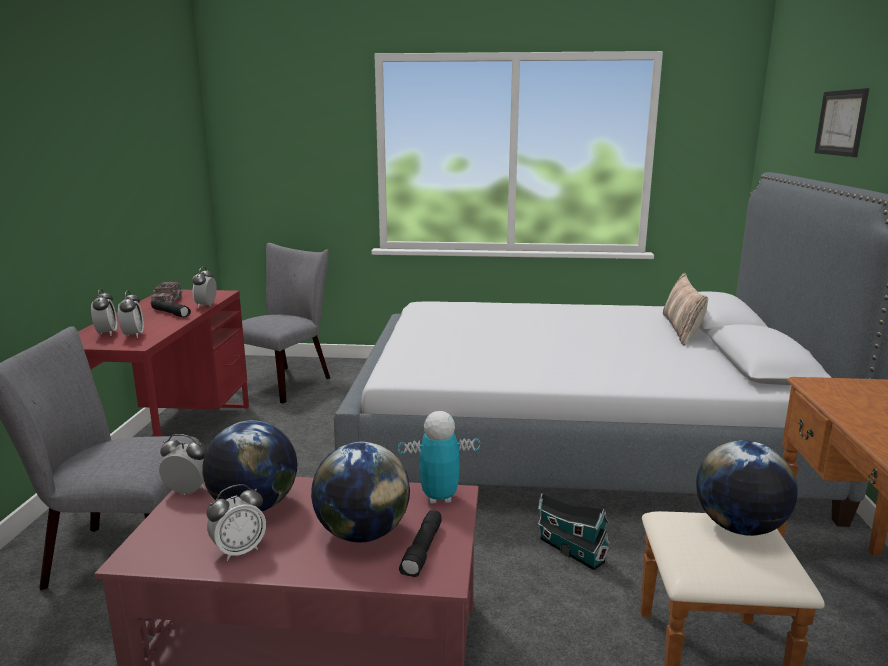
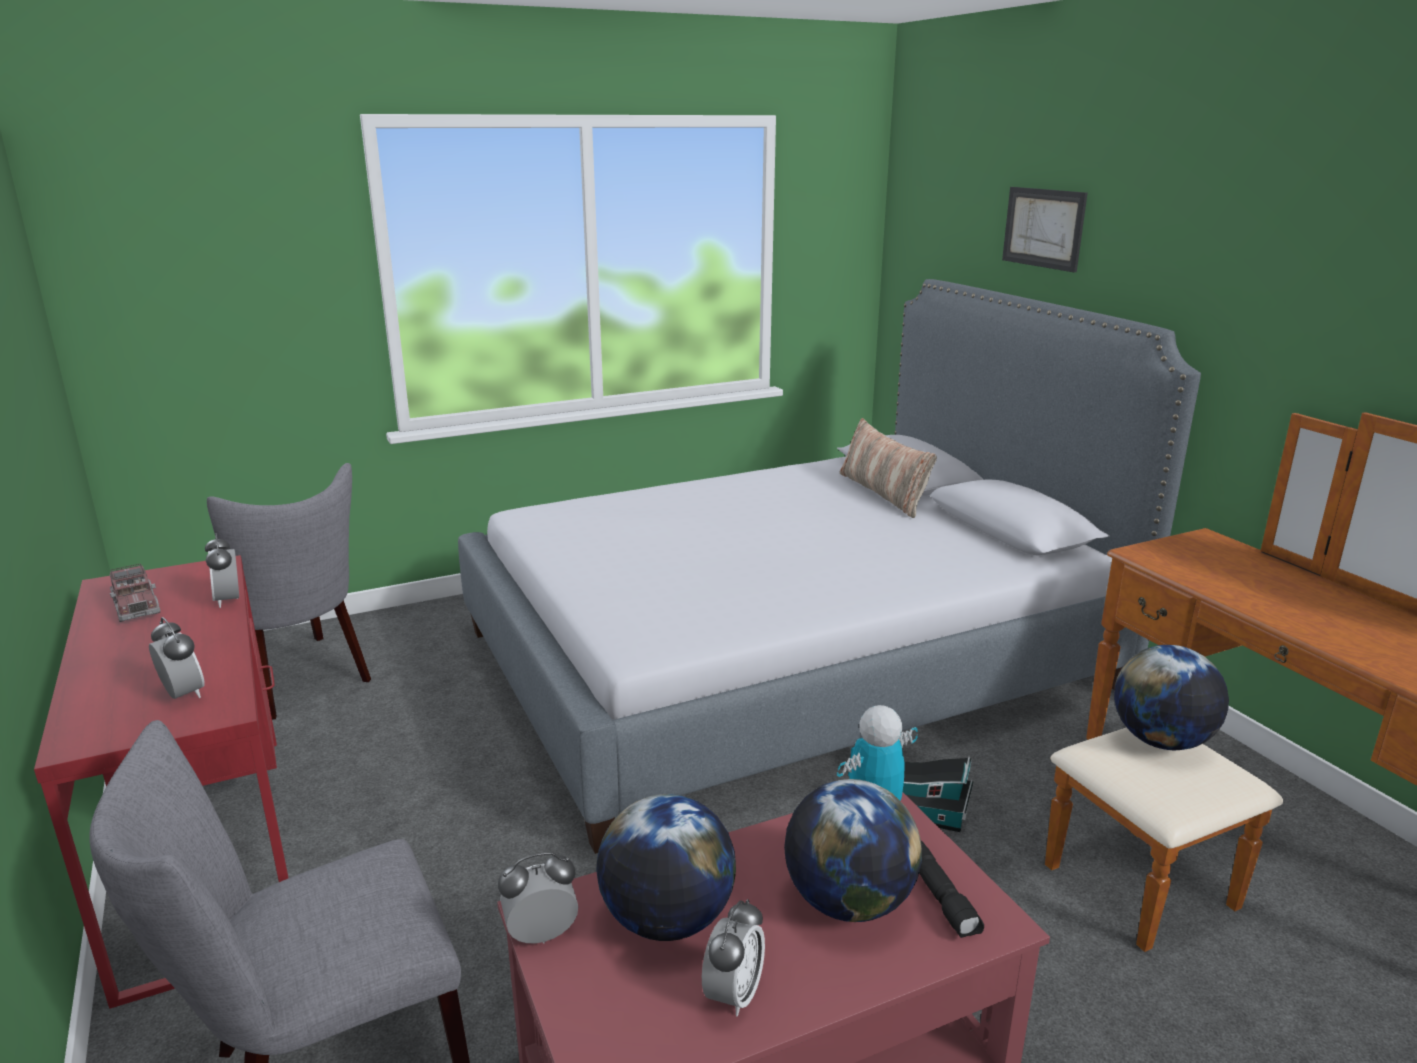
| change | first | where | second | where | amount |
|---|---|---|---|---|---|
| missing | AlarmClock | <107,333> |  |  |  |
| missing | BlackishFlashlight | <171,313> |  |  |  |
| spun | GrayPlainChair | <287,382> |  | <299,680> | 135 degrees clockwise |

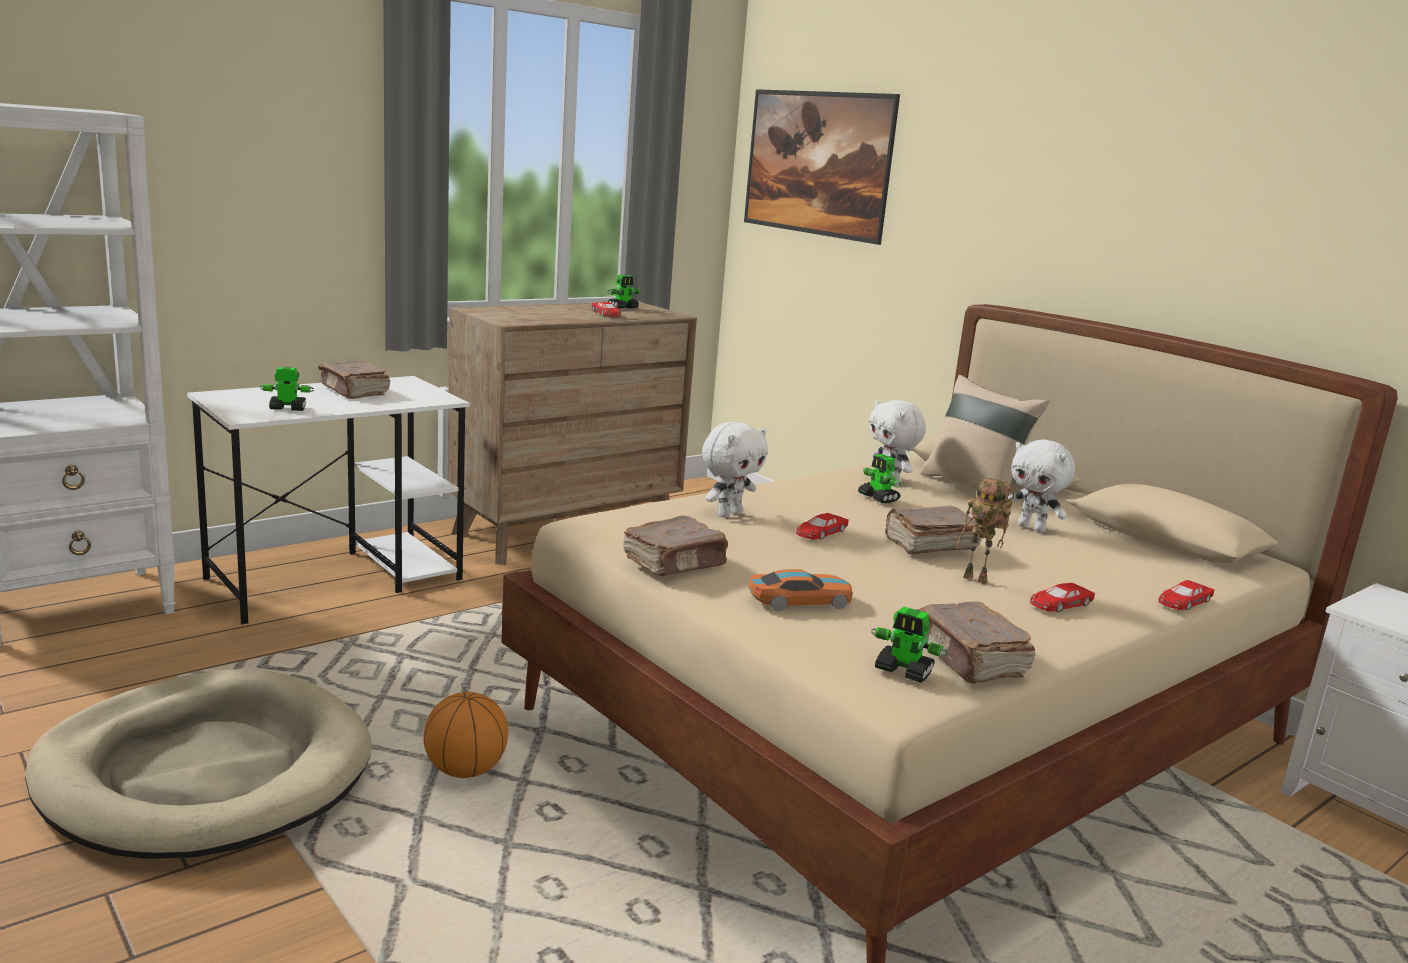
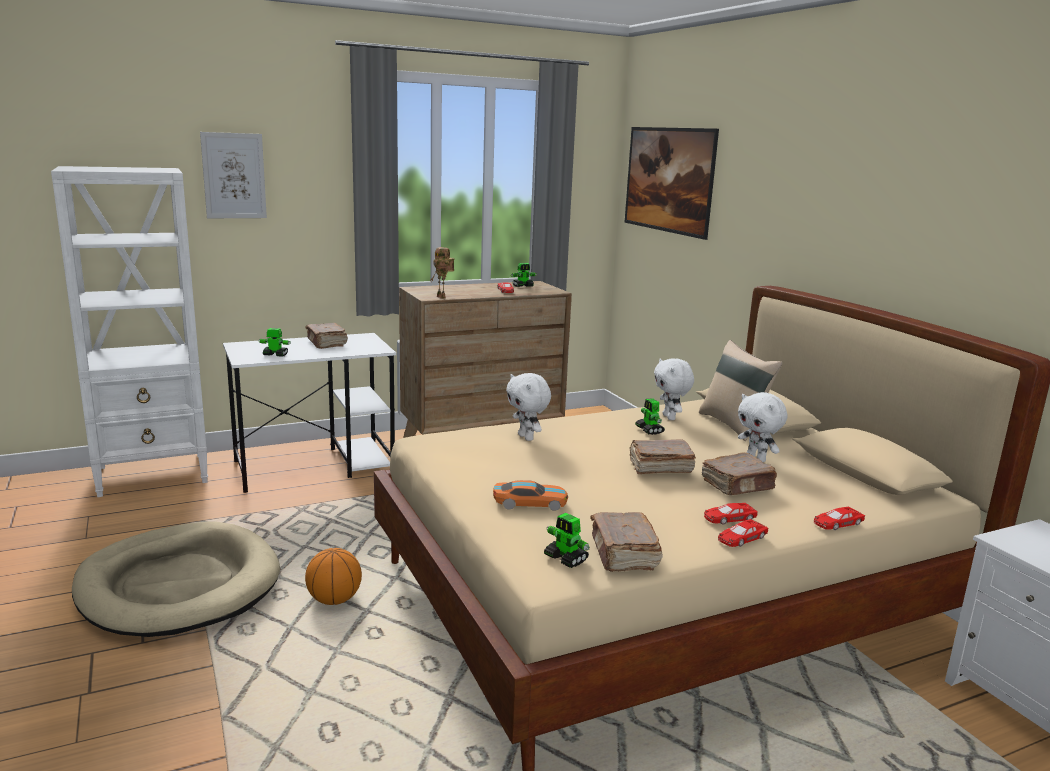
| change | first | where | second | where | amount |
|---|---|---|---|---|---|
| appeared |  |  | WallArt | <234,176> |  |
| relocated | BrownishVolume | <675,563> |  | <738,486> |  |
| relocated | RedModelCar | <820,532> |  | <741,538> |  |
| relocated | ToyRobot | <977,579> |  | <442,297> |  |
| spun | WhiteColouredSoftToy | <729,514> |  | <527,437> | 90 degrees clockwise |

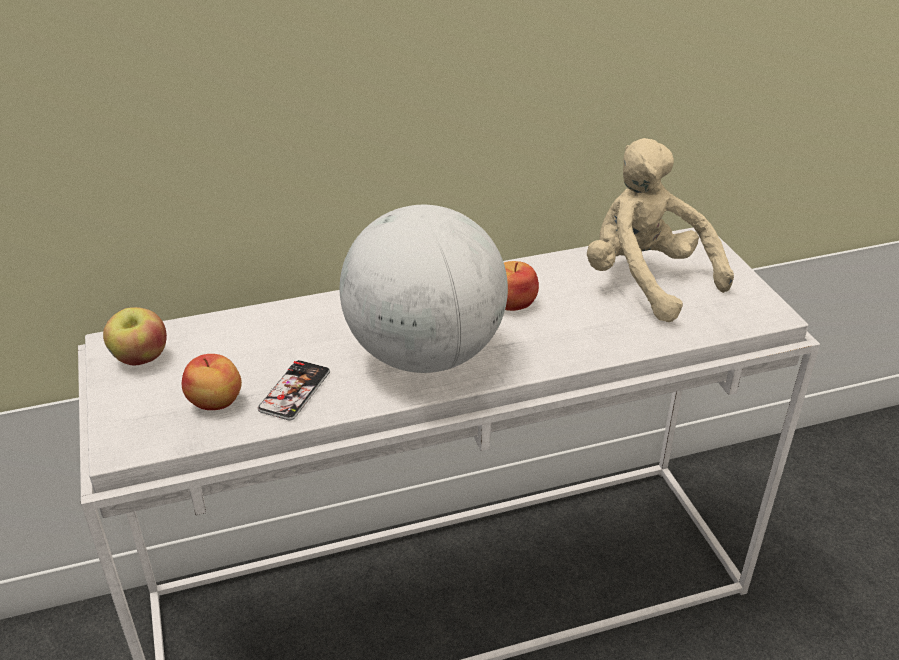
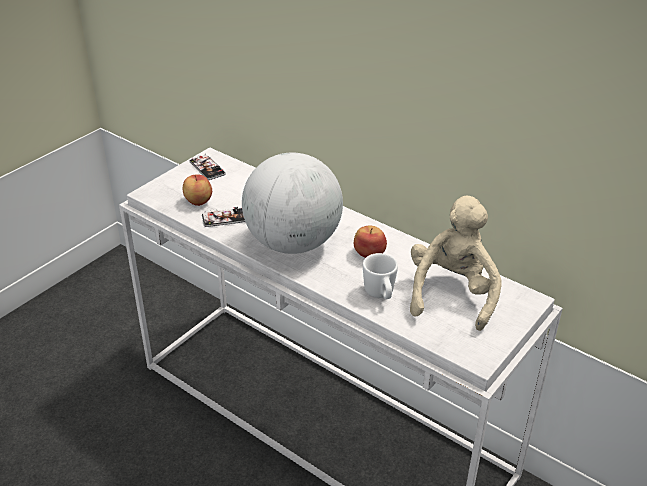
| change | first | where | second | where | amount |
|---|---|---|---|---|---|
| appeared |  |  | WhiteColouredMug | <380,294> |  |
| exchanged | AppleFruit | <140,358> | Handset | <207,168> |  |

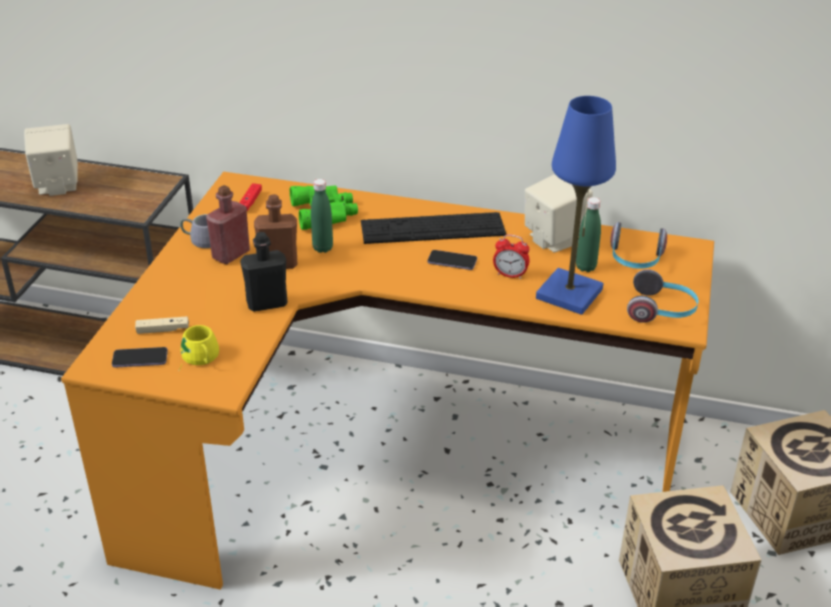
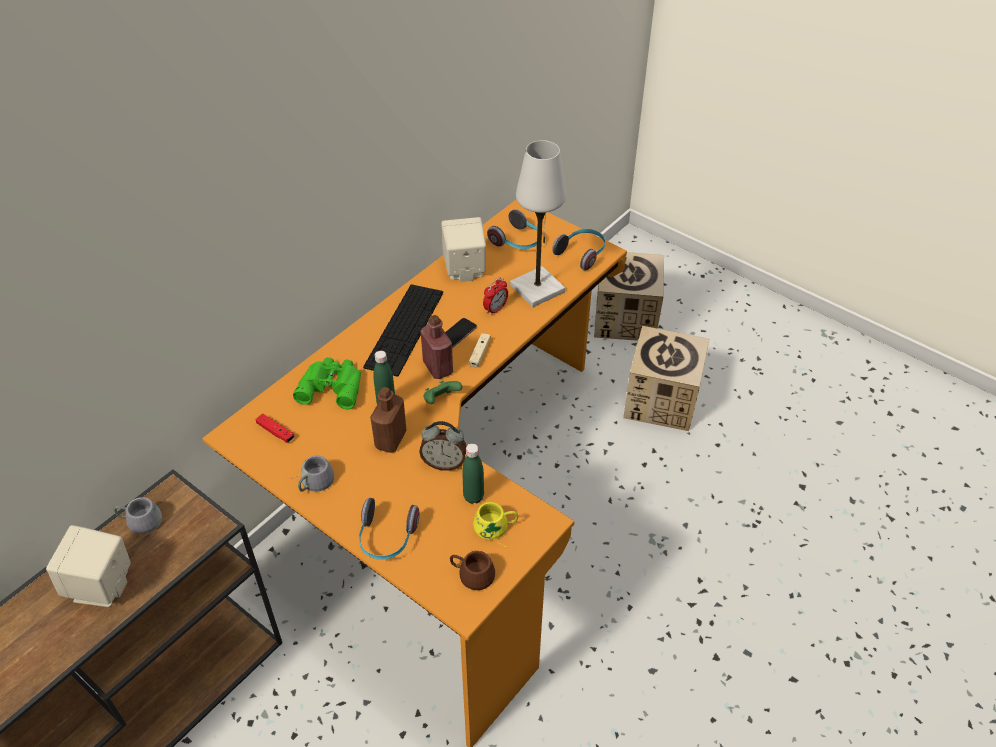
| change | first | where | second | where | amount |
|---|---|---|---|---|---|
| appeared |  |  | GrayMug | <141,518> |  |
| appeared |  |  | Headphones | <386,538> |  |
| appeared |  |  | GreenColouredGameController | <441,400> |  |
| relocated | BeigeGameController | <163,330> |  | <480,353> |  |
| relocated | RedBottle | <231,254> |  | <438,368> |  |
| relocated | GreenColouredBottle | <585,267> |  | <473,497> |  |
| exchanged | Handset | <140,359> | BrownishMug | <473,571> |  |
| exchanged | BlackishBottle | <267,303> | AlarmClock | <444,463> |  |
| colour | BlueColouredLampForATable | <569,294> | WhiteColouredLampForATable | <537,288> |  |

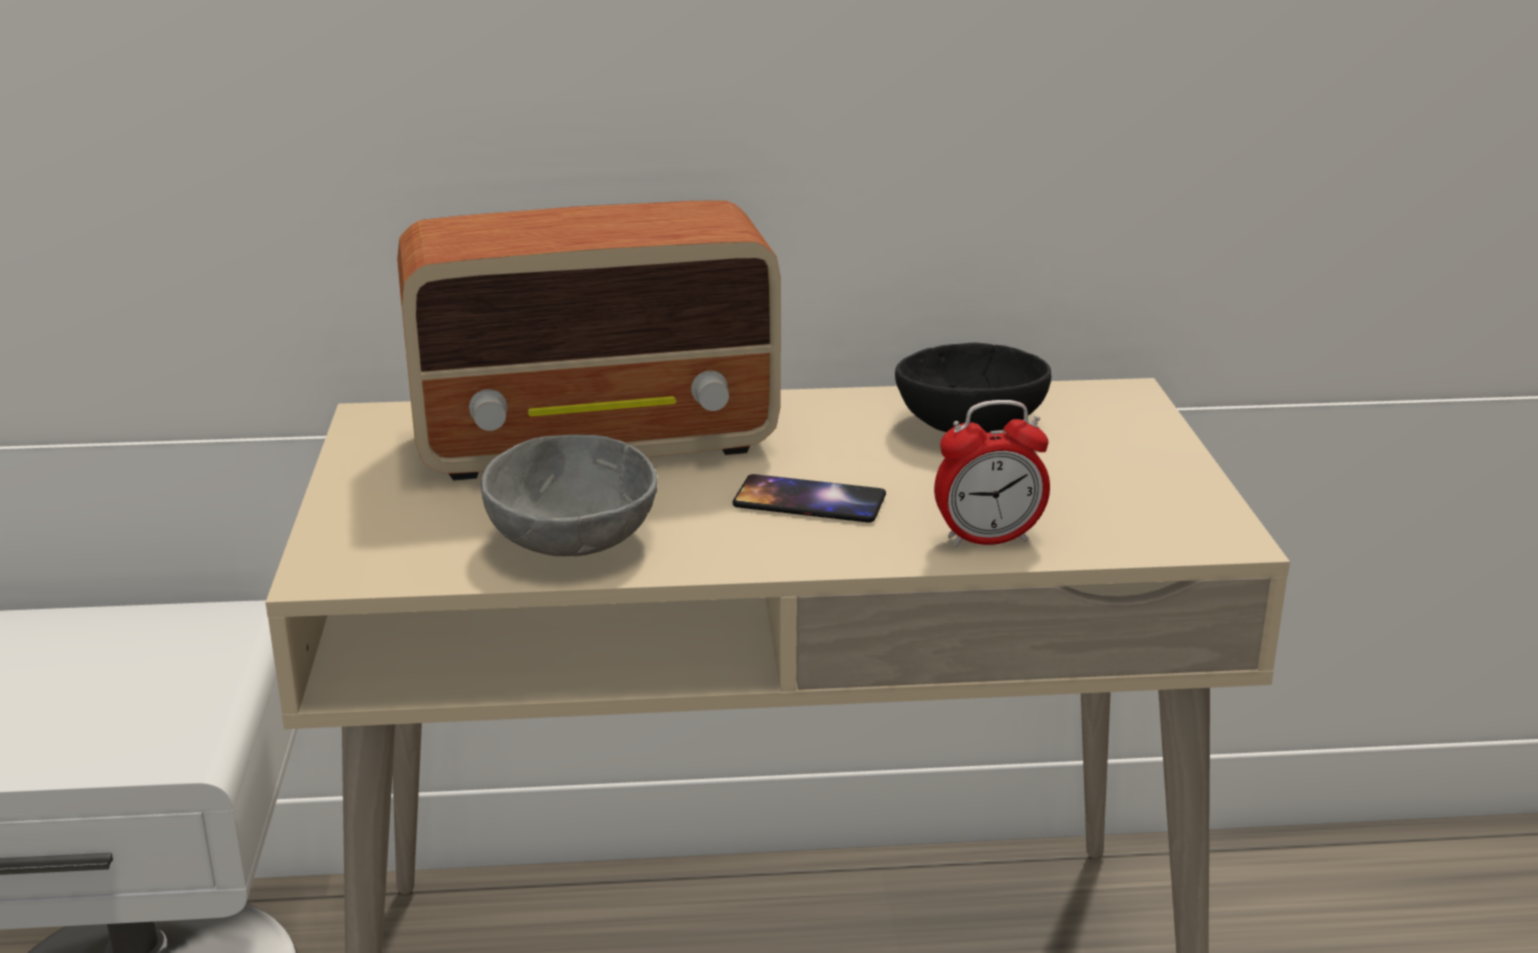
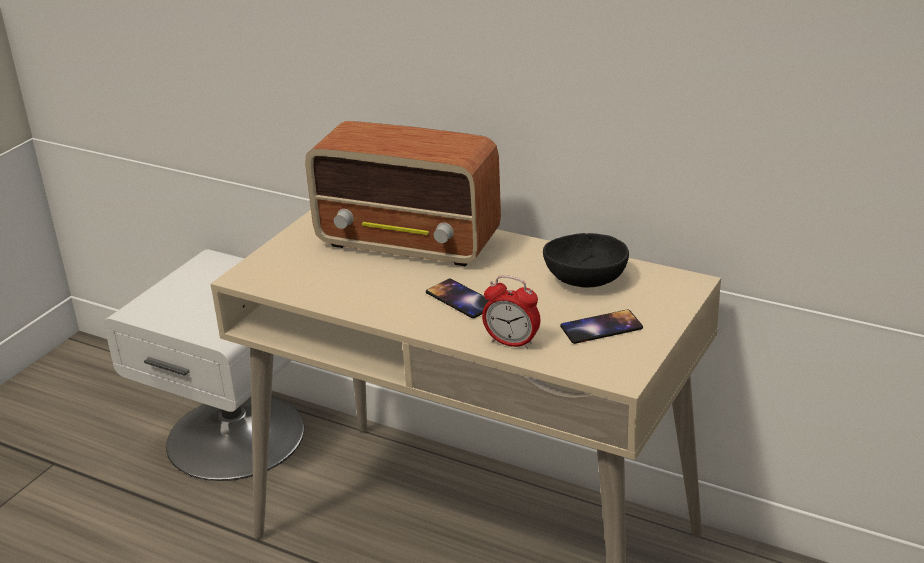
| change | first | where | second | where | amount |
|---|---|---|---|---|---|
| missing | GrayDeepDish | <577,541> |  |  |  |
| appeared |  |  | Handset | <601,327> |  |

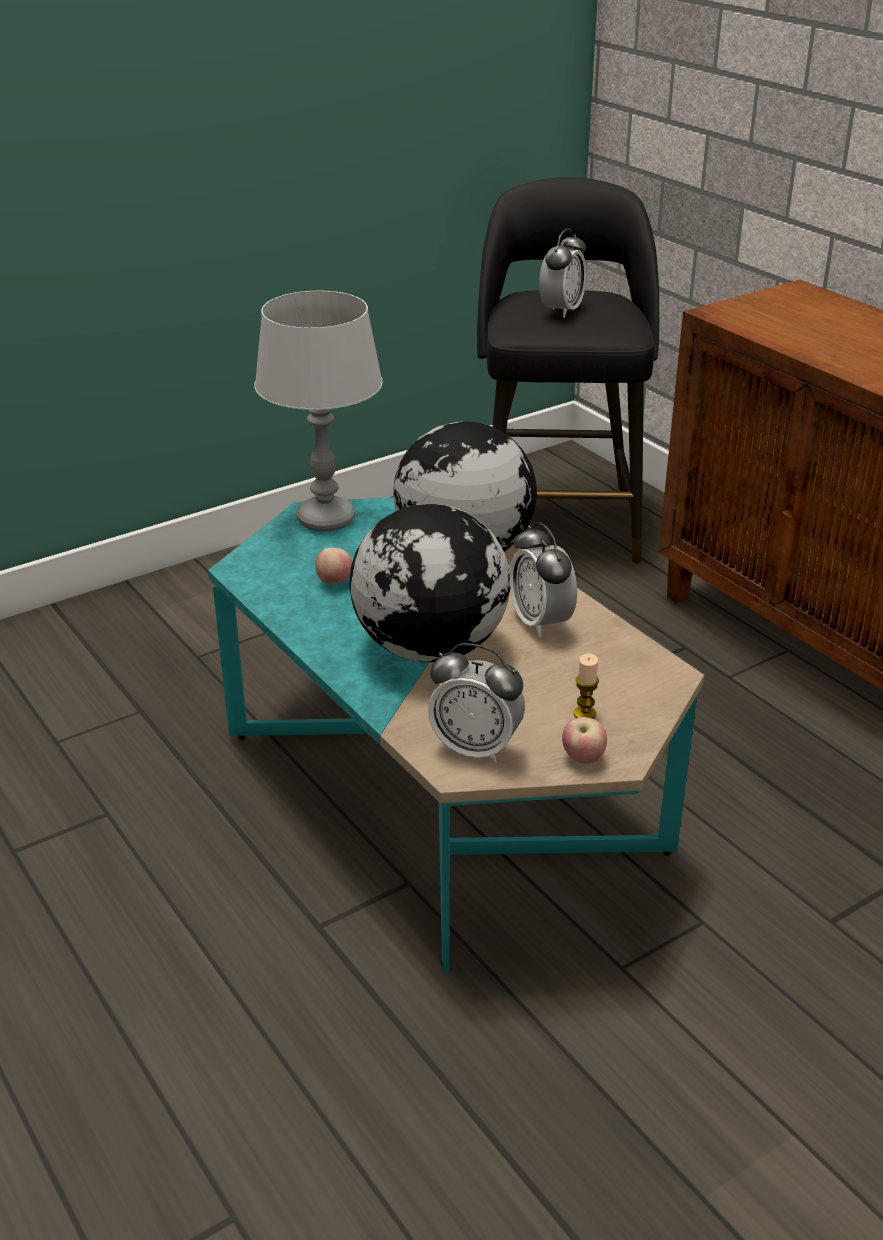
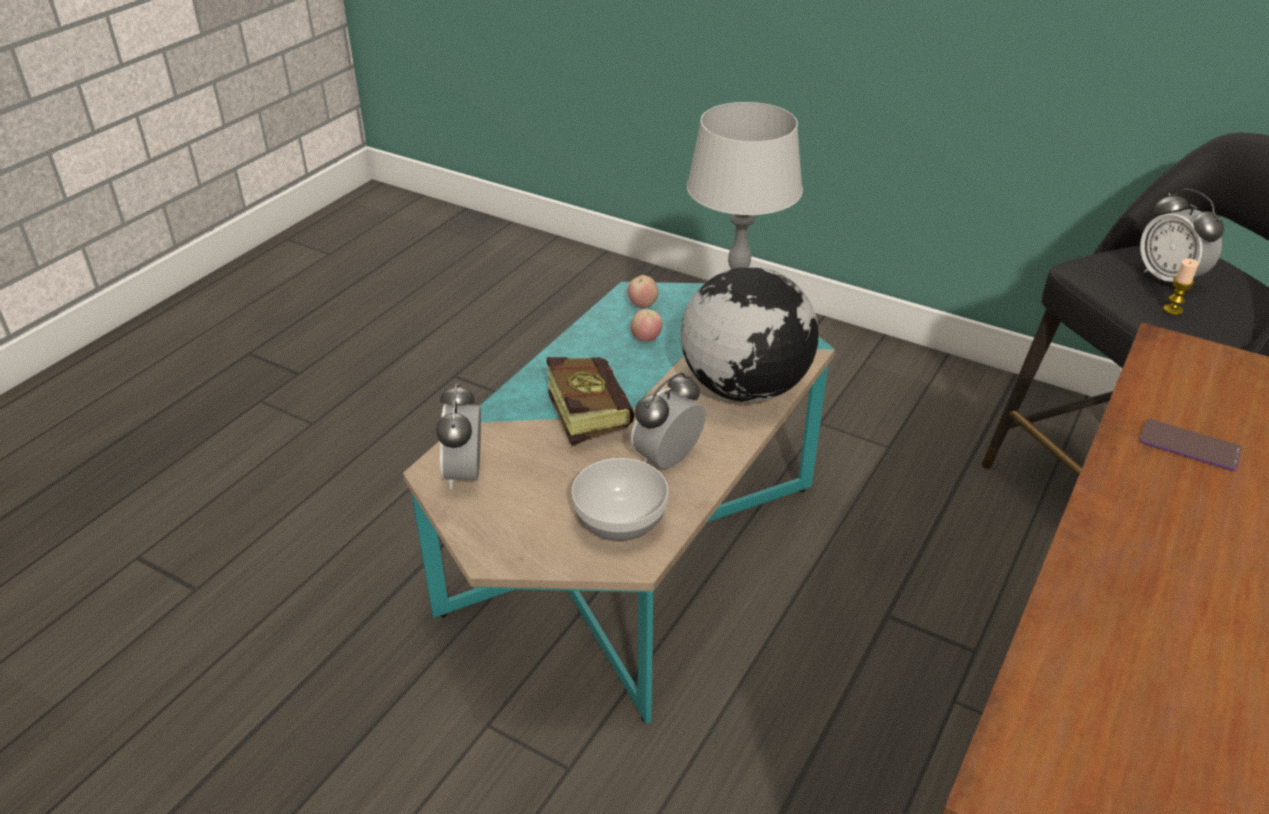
| change | first | where | second | where | amount |
|---|---|---|---|---|---|
| appeared |  |  | DeepDish | <619,522> |  |
| appeared |  |  | Handset | <1189,446> |  |
| relocated | AppleFruit | <583,759> |  | <642,305> |  |
| relocated | WaxLight | <584,714> |  | <1172,310> |  |
| exchanged | DeskGlobe | <431,649> | Volume | <585,413> |  |
| spun | AlarmClock | <561,310> |  | <1168,278> | 60 degrees clockwise |

